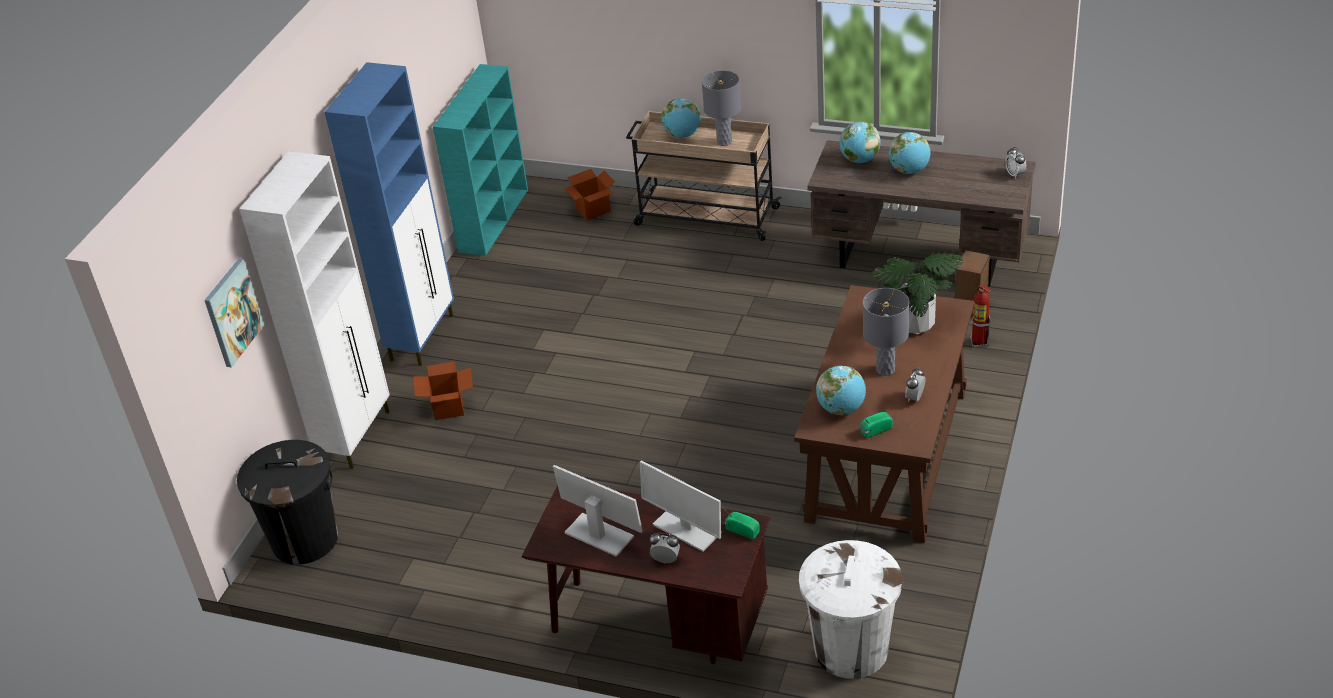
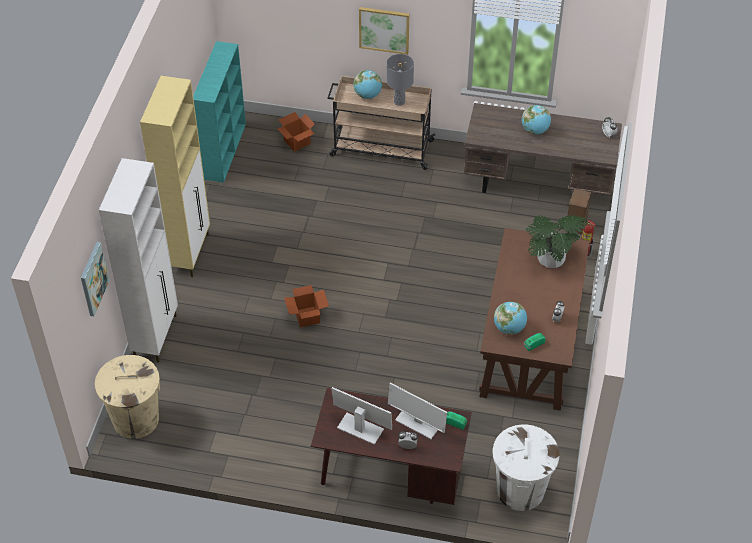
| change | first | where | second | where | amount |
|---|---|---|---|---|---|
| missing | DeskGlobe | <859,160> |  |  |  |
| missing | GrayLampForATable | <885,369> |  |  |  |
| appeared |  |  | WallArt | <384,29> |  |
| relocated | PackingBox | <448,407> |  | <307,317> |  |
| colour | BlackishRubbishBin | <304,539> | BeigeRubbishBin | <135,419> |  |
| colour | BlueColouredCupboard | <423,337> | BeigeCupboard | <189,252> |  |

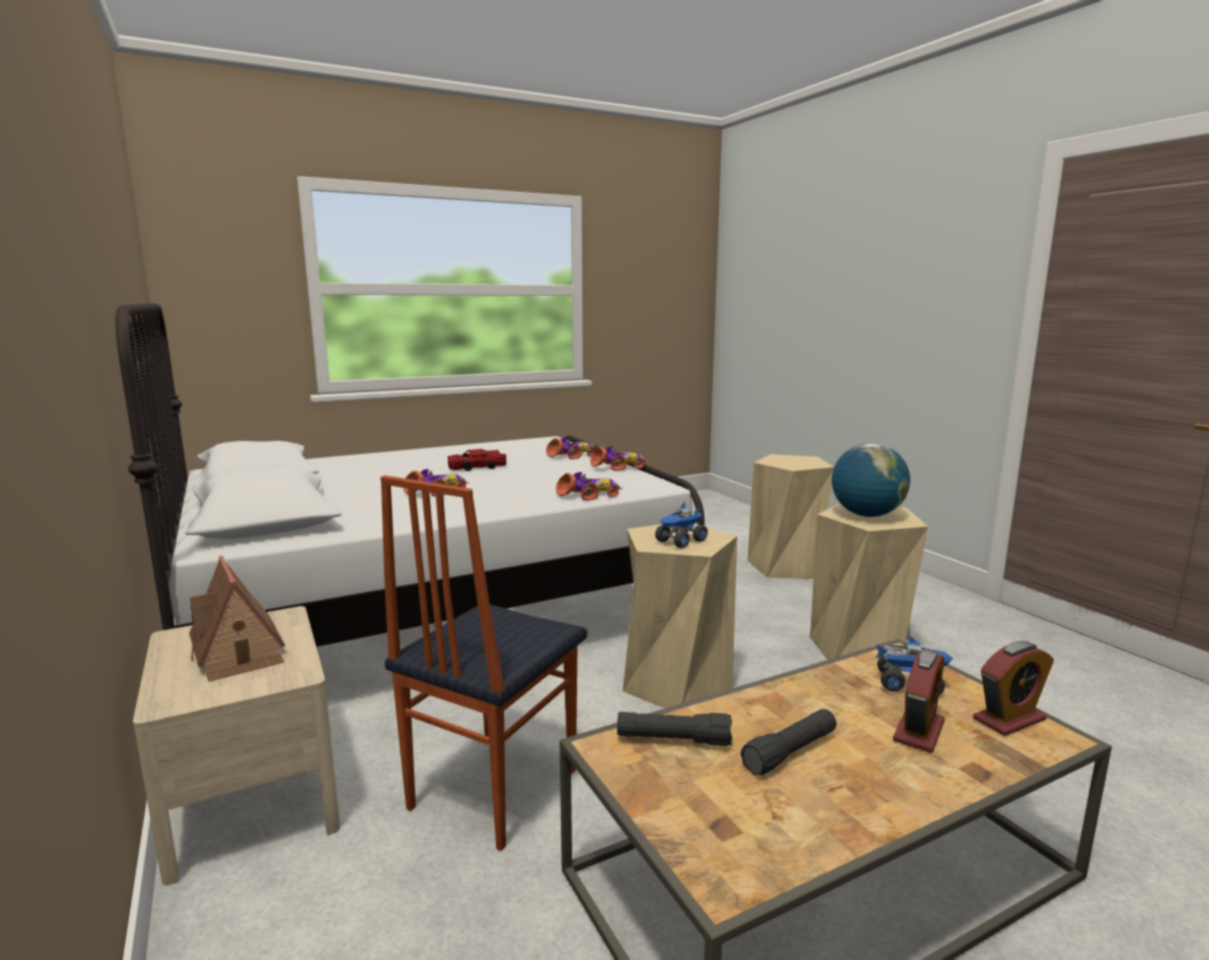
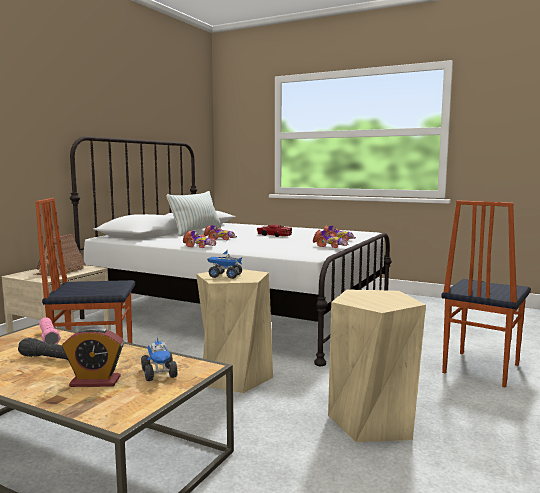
| change | first | where | second | where | amount |
|---|---|---|---|---|---|
| missing | DeskGlobe | <866,515> |  |  |  |
| missing | AlarmClock | <1009,719> |  |  |  |
| appeared |  |  | ThrowPillow | <196,231> |  |
| relocated | ModelCar | <590,495> |  | <199,246> |  |
| exchanged | BeigeStoolSeat | <786,566> | PlainChair | <479,368> |  |
| colour | BlackishFlashlight | <673,740> | PinkishFlashlight | <48,338> |  |

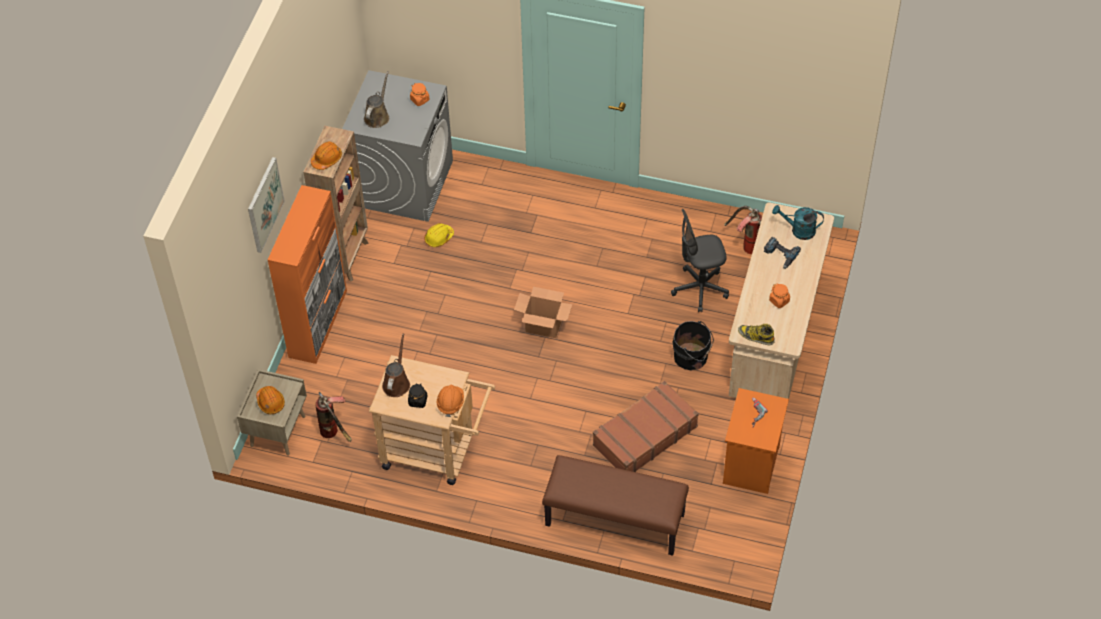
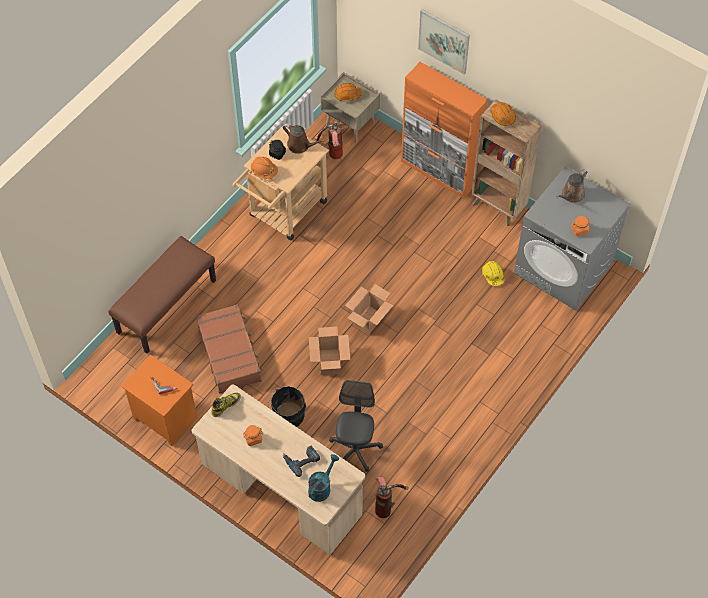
| change | first | where | second | where | amount |
|---|---|---|---|---|---|
| appeared |  |  | PackingBox | <329,361> |  |
| spun | BrownishSprinklingCan | <377,116> |  | <571,195> | 90 degrees clockwise |

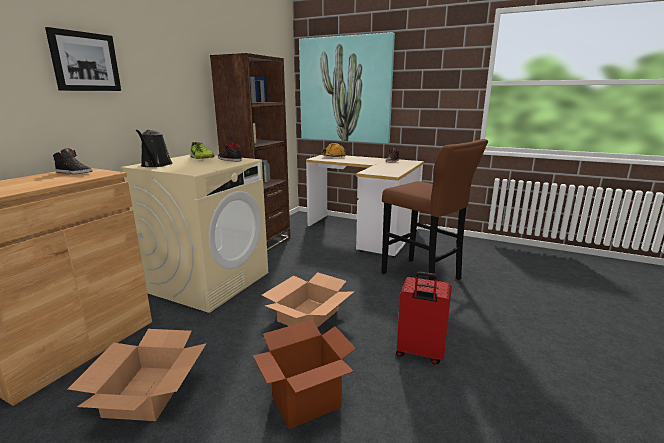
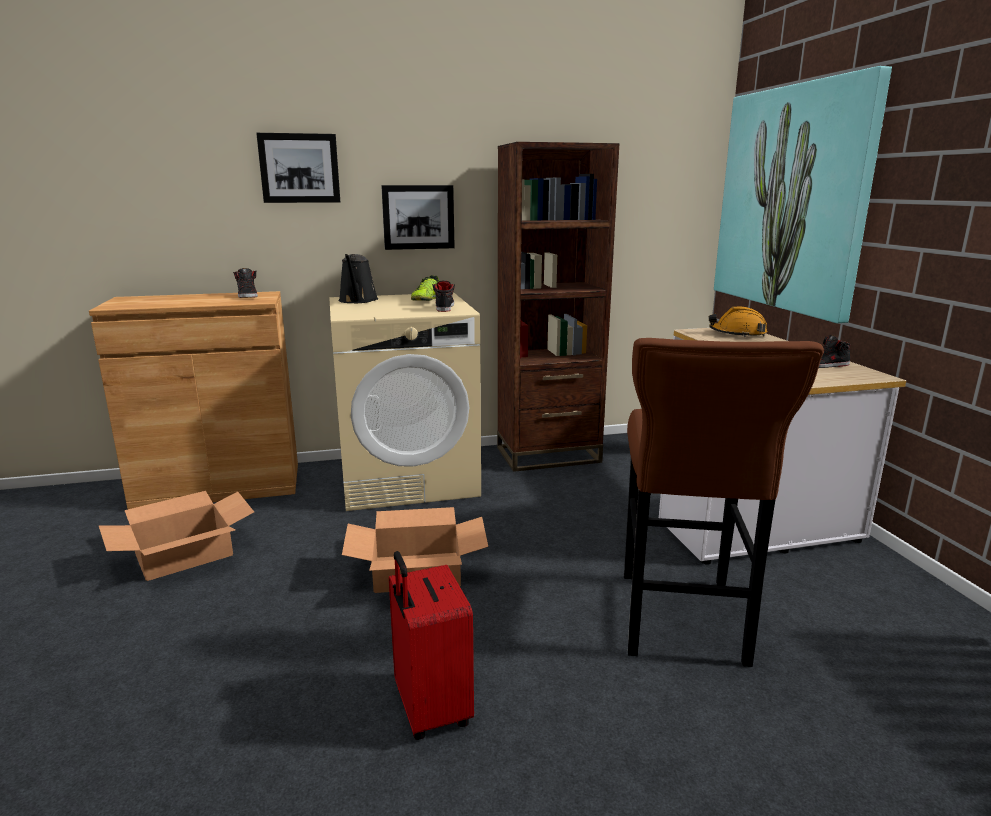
| change | first | where | second | where | amount |
|---|---|---|---|---|---|
| missing | PackingBox | <306,402> |  |  |  |
| appeared |  |  | WallArt | <418,217> |  |
| spun | BlackishSprinklingCan | <156,165> |  | <358,301> | 45 degrees counterclockwise |

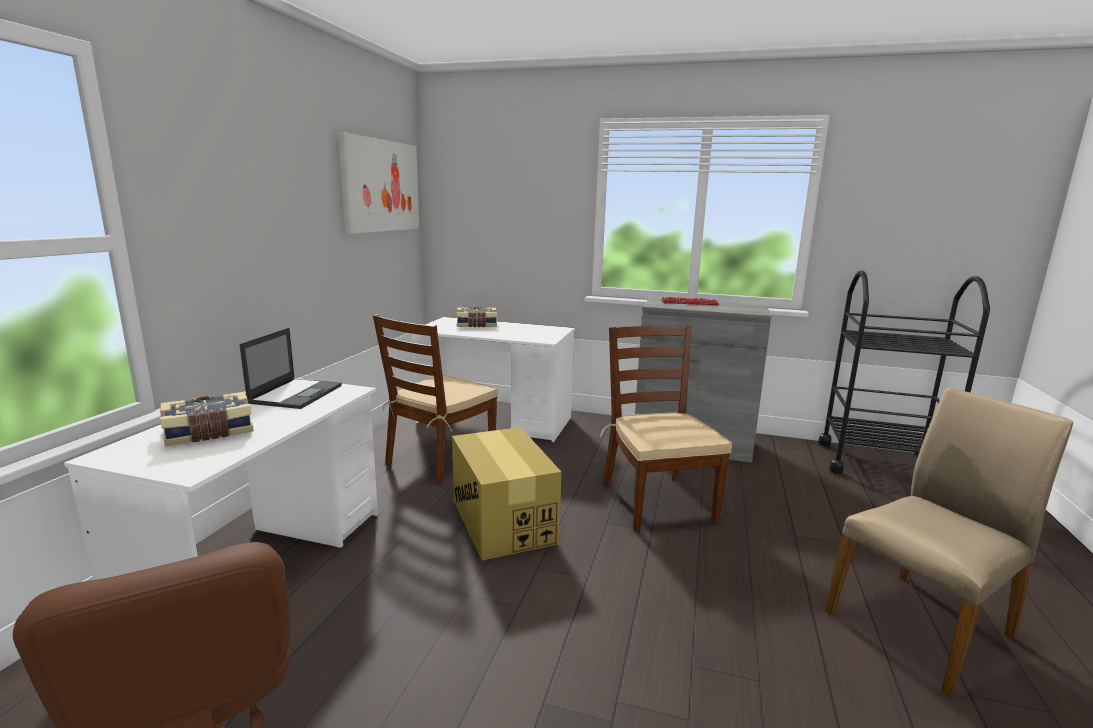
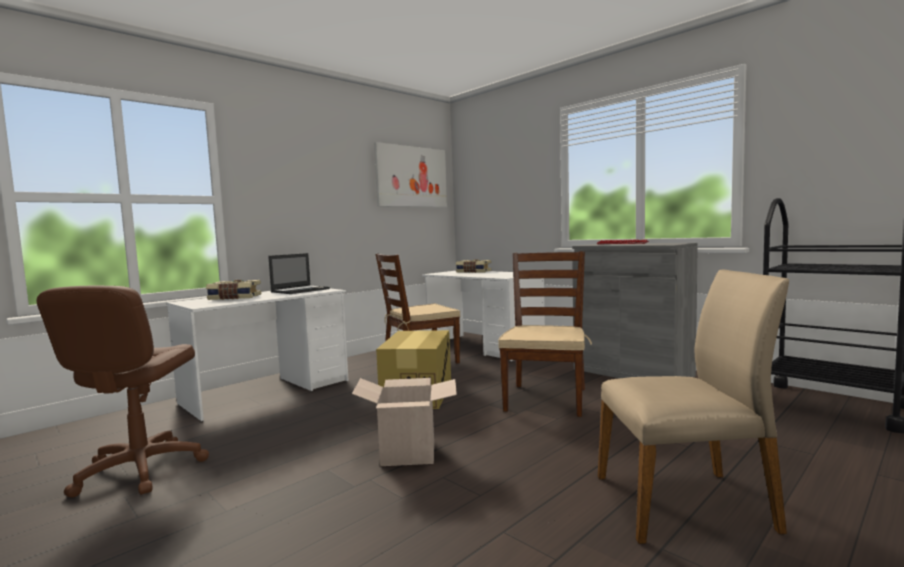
| change | first | where | second | where | amount |
|---|---|---|---|---|---|
| appeared |  |  | PackingBox | <408,453> |  |

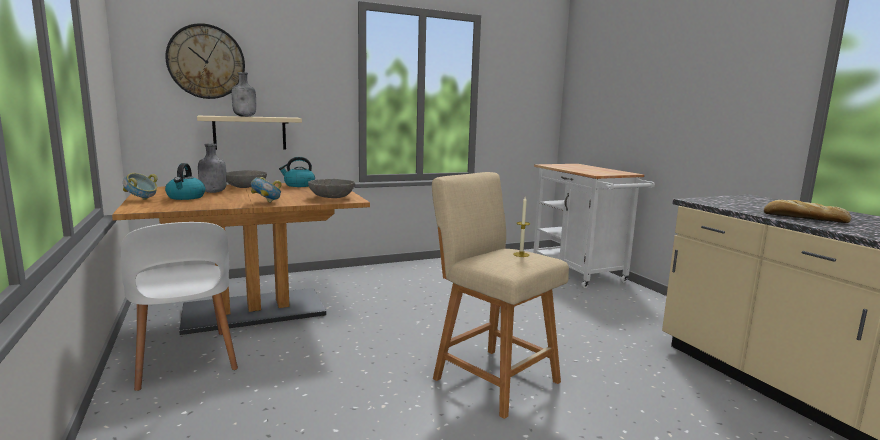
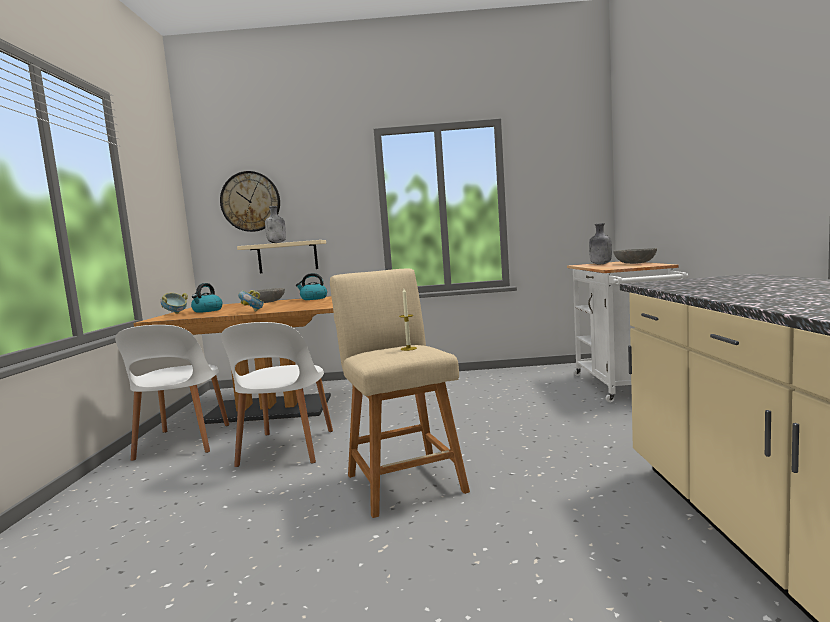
| change | first | where | second | where | amount |
|---|---|---|---|---|---|
| missing | BakeryBread | <803,218> |  |  |  |
| appeared |  |  | WhiteColouredPlainChair | <286,449> |  |
| relocated | GrayBottle | <213,192> |  | <600,264> |  |
| relocated | GrayDeepDish | <331,197> |  | <634,263> |  |

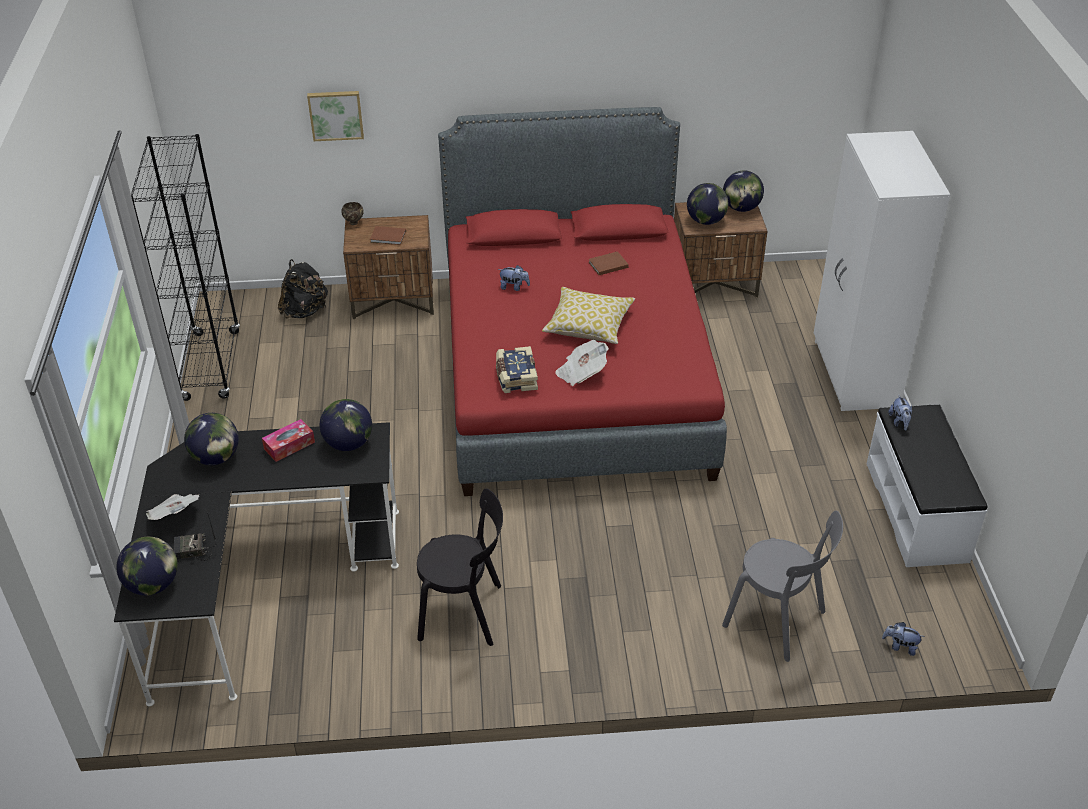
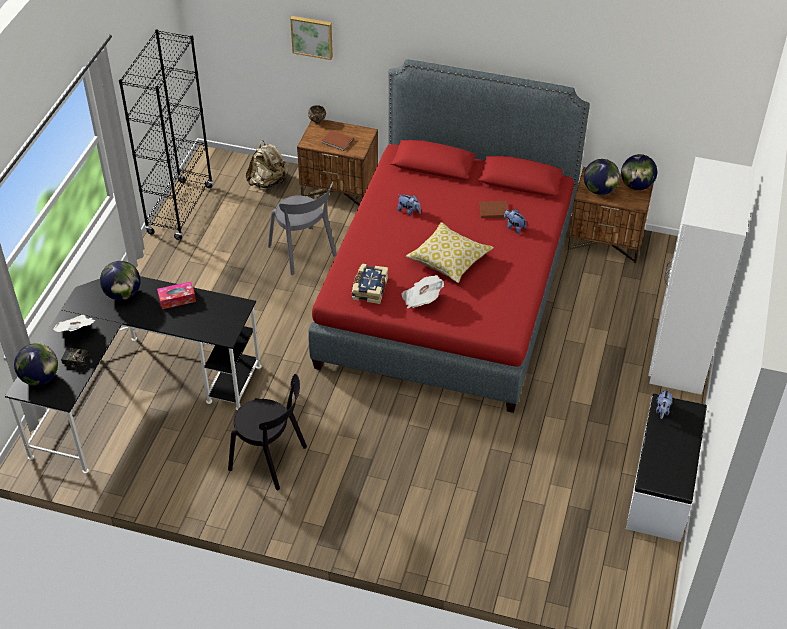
| change | first | where | second | where | amount |
|---|---|---|---|---|---|
| missing | DeskGlobe | <348,444> |  |  |  |
| relocated | GrayPlainChair | <778,621> |  | <303,253> |  |
| relocated | SoftToy | <900,646> |  | <514,227> |  |
| colour | BlackishRucksack | <304,311> | BeigeRucksack | <268,182> |  |

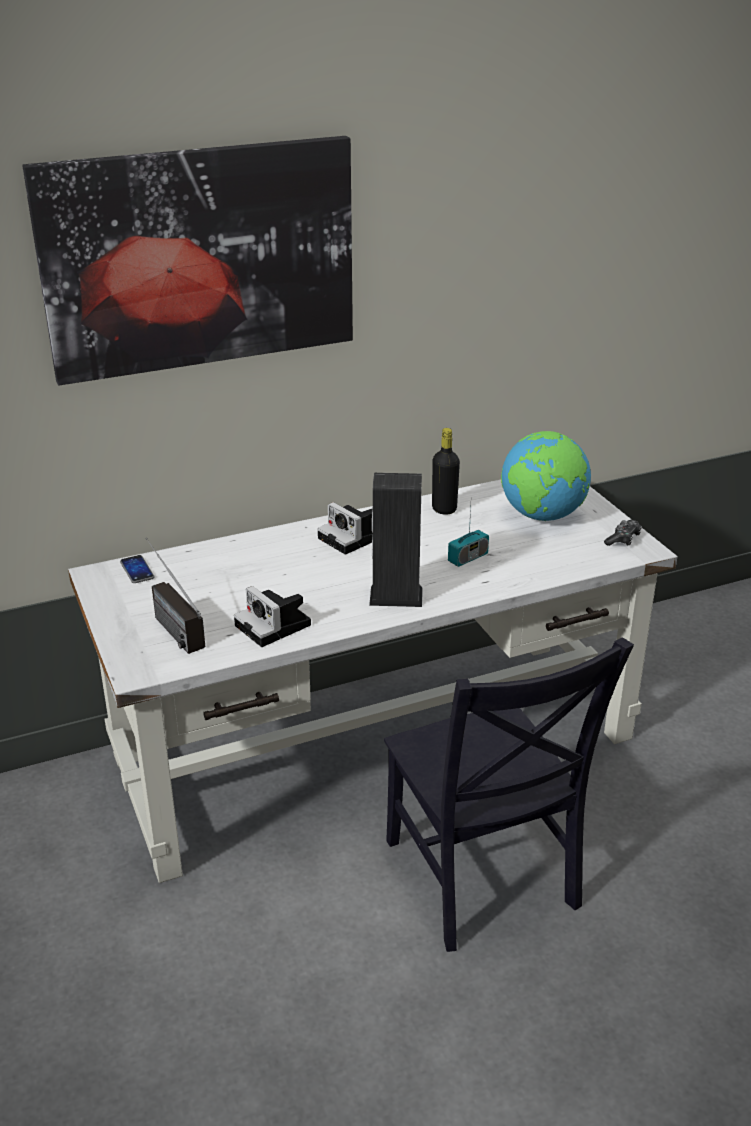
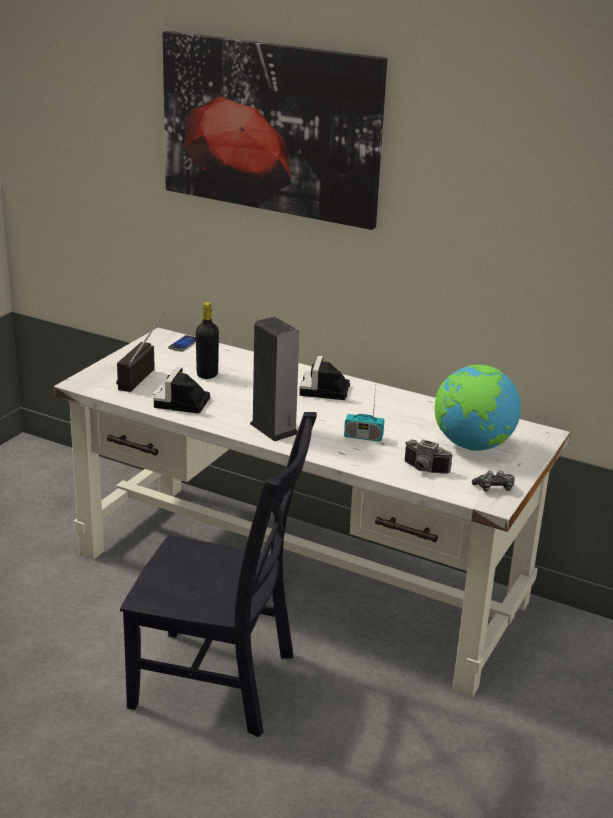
| change | first | where | second | where | amount |
|---|---|---|---|---|---|
| appeared |  |  | StillCamera | <424,470> |  |
| relocated | BlackishBottle | <444,509> |  | <207,375> |  |
| spun | BlackishPlainChair | <483,880> |  | <220,683> | 105 degrees counterclockwise |

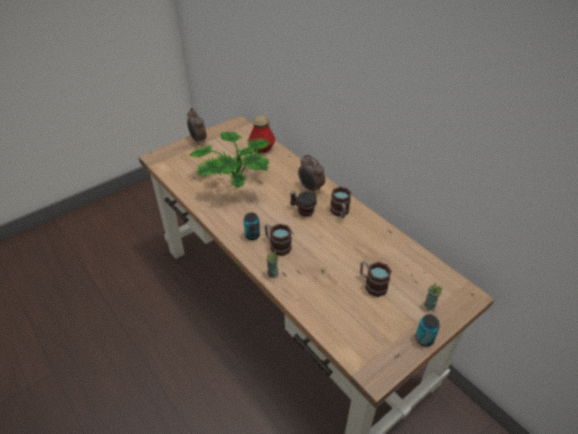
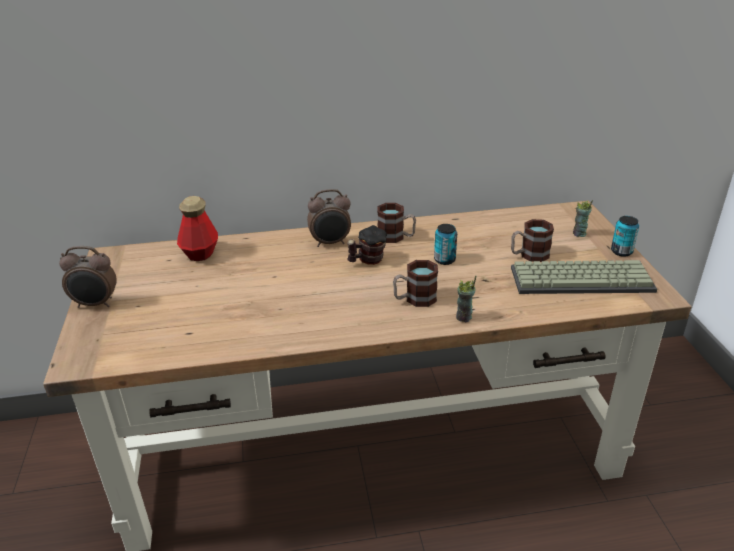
| change | first | where | second | where | amount |
|---|---|---|---|---|---|
| missing | PottedPlant | <234,184> |  |  |  |
| appeared |  |  | ComputerKeyboard | <582,278> |  |
| relocated | SealedCan | <252,235> |  | <444,260> |  |

